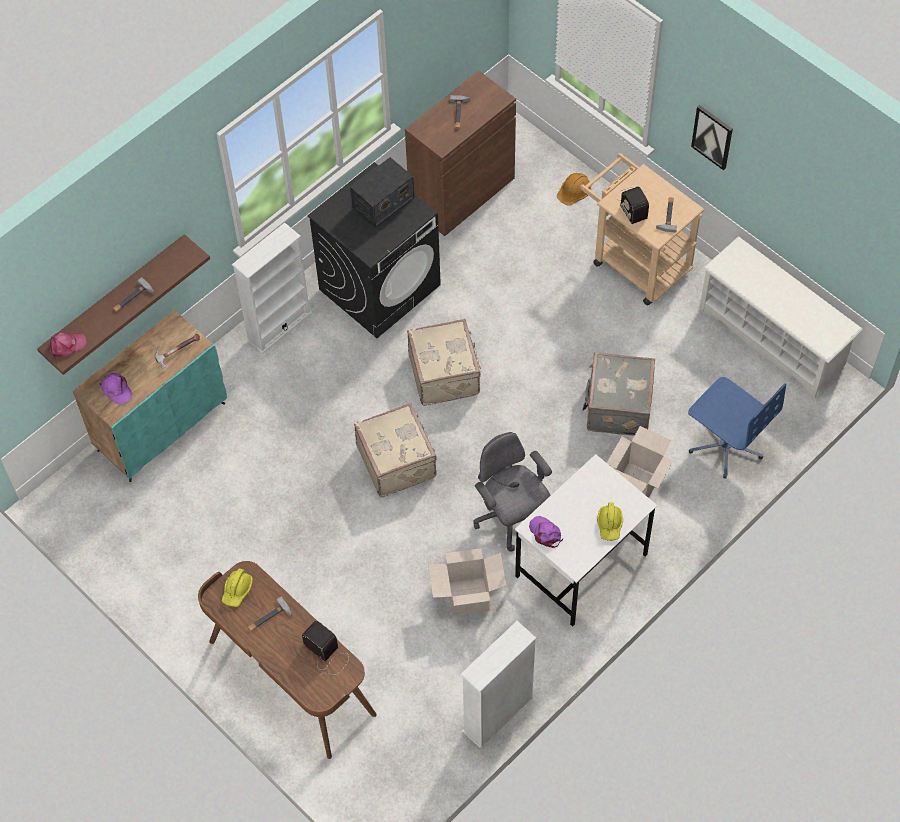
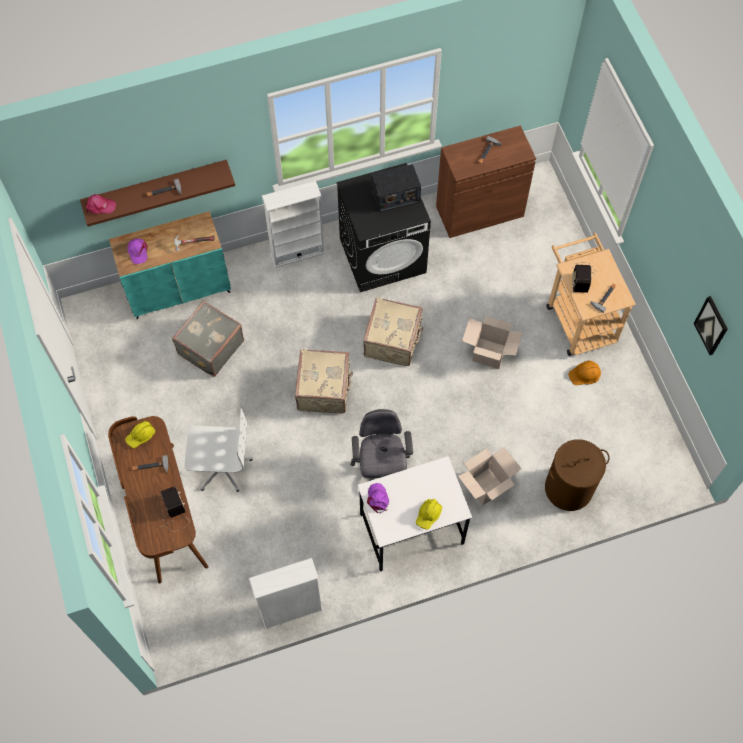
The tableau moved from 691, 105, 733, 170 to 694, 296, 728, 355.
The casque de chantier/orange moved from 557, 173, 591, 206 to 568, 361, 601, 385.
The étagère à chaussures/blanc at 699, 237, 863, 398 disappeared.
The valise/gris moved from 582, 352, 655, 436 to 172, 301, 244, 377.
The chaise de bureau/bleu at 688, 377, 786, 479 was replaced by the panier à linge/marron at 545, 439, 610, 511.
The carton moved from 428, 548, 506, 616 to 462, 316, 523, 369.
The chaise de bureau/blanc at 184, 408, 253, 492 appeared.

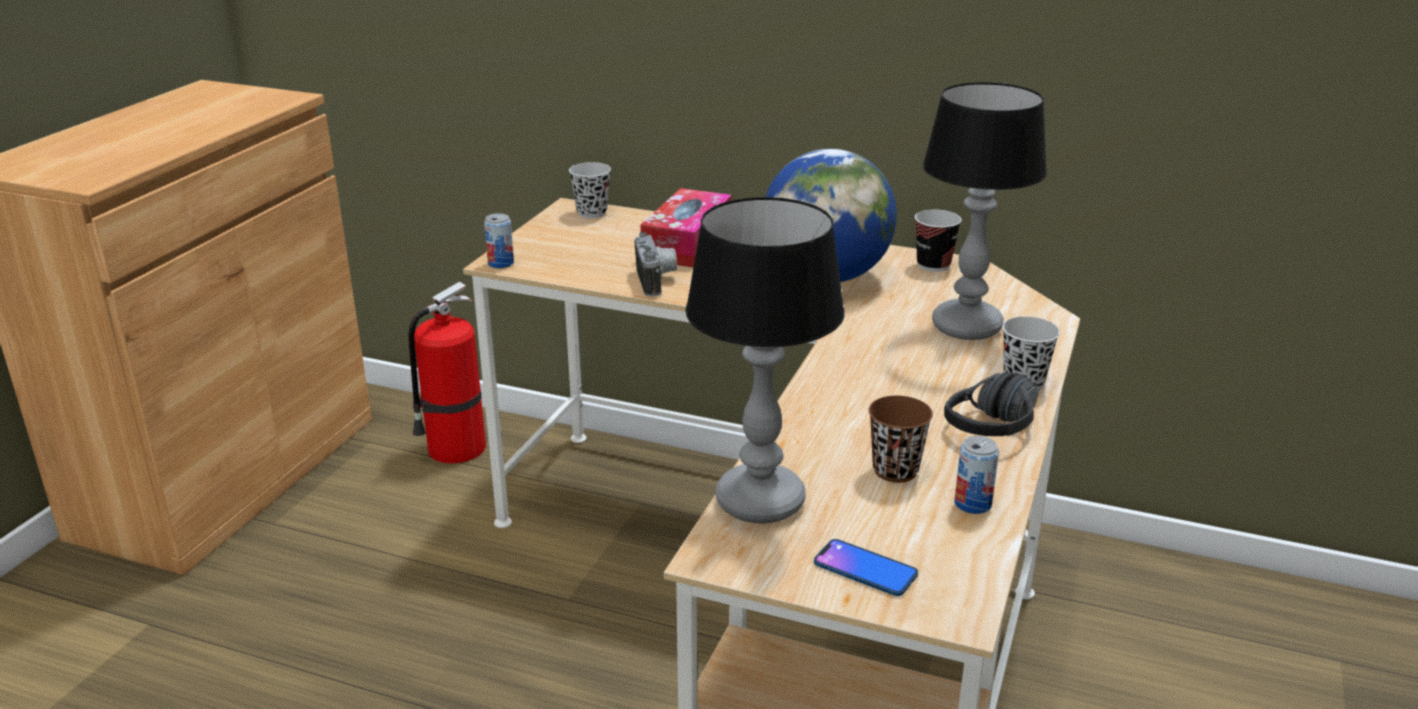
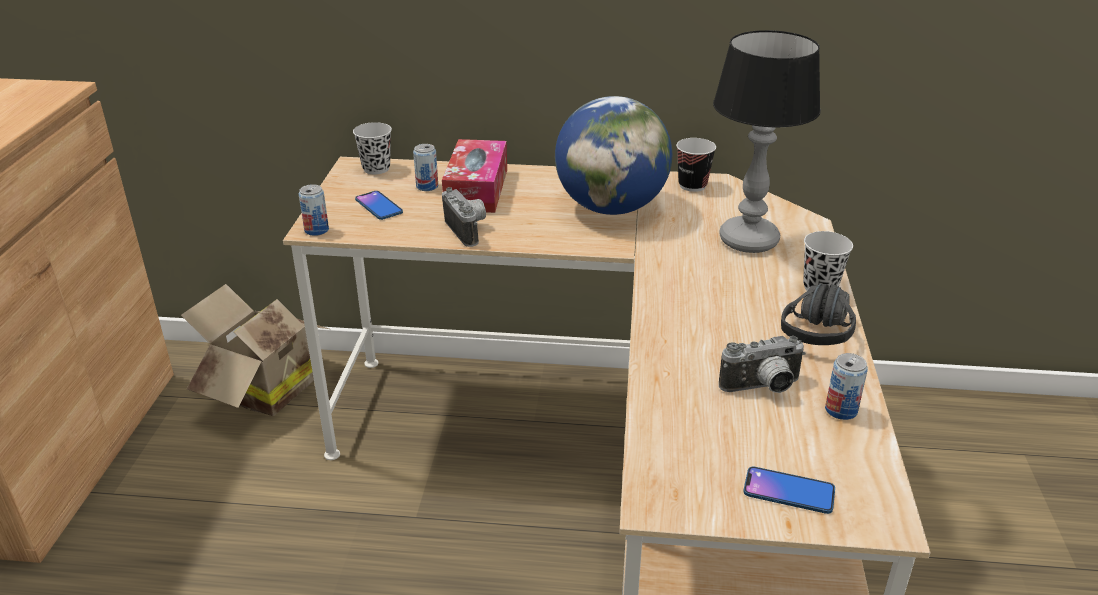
The lampe de table at 685, 197, 845, 524 disappeared.
The extincteur at 408, 282, 486, 464 was replaced by the carton at 181, 284, 329, 416.
The tasse/marron at 869, 396, 933, 483 was replaced by the appareil photo at 719, 336, 806, 393.
The boîte métallique at 413, 144, 438, 191 appeared.
The téléphone at 355, 191, 403, 220 appeared.

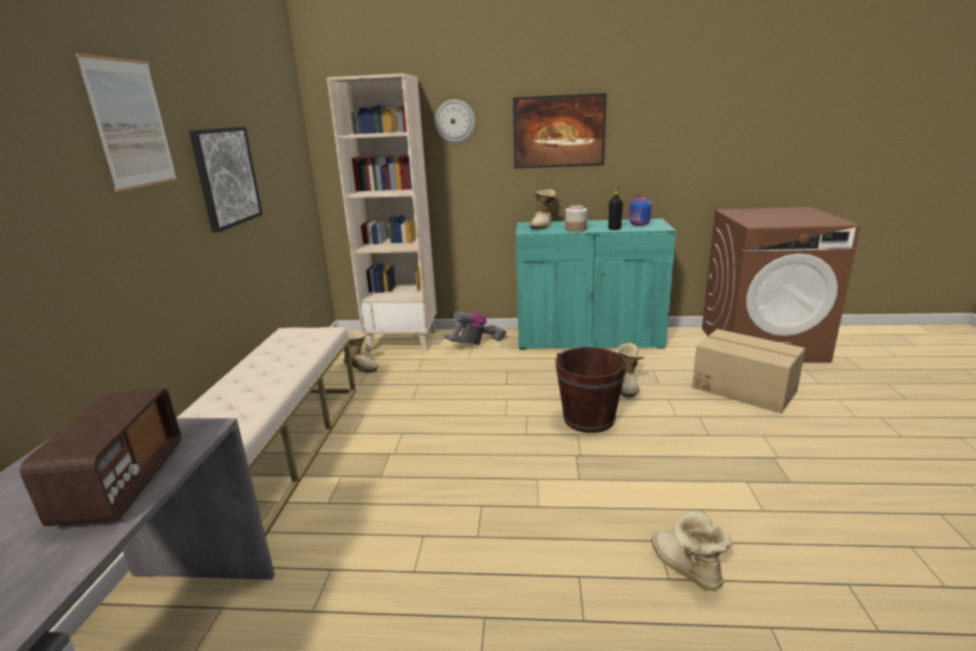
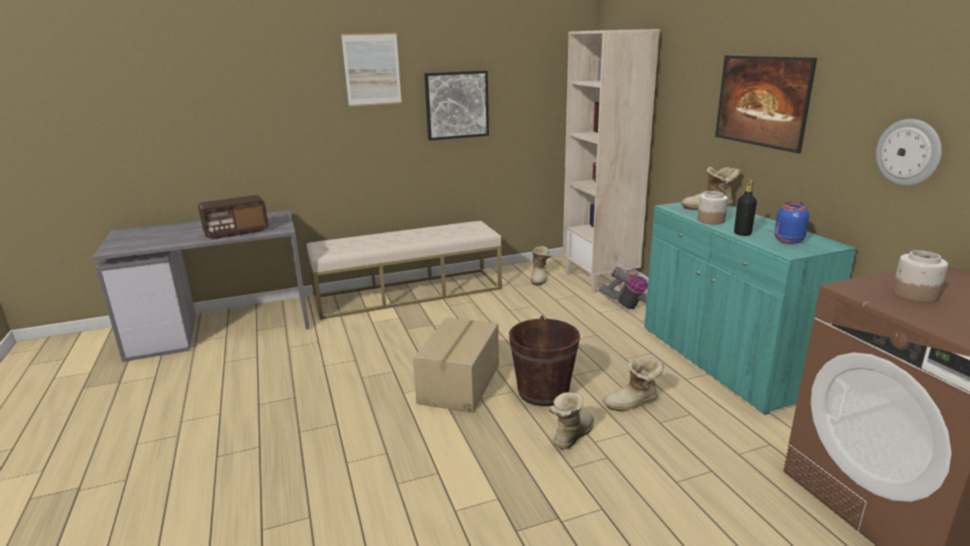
The horloge murale moved from 435, 99, 475, 143 to 876, 119, 942, 186.
The carton moved from 692, 329, 805, 413 to 413, 318, 499, 413.
The botte moved from 651, 512, 732, 590 to 549, 392, 594, 449.
The bocal at 892, 250, 948, 302 appeared.

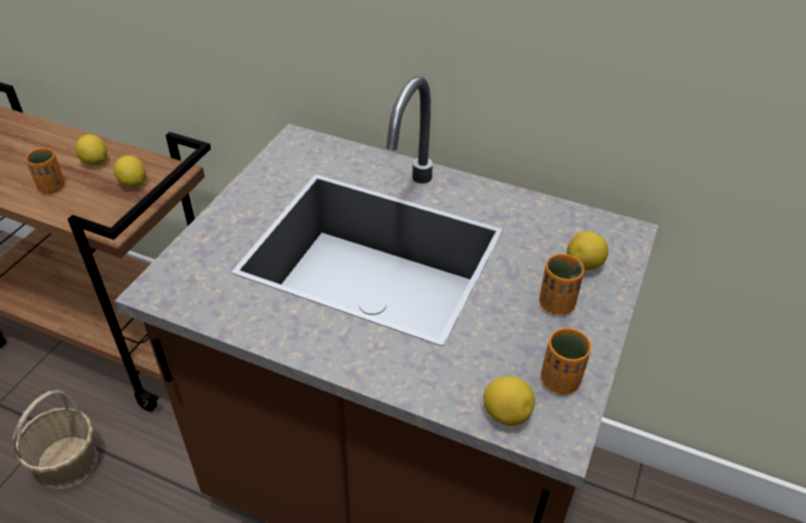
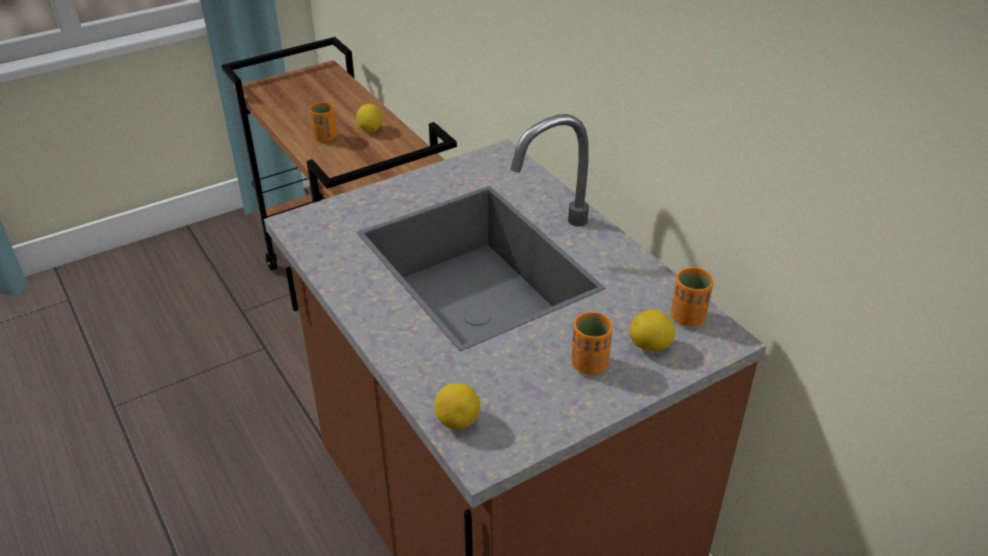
The citron at 114, 155, 146, 188 disappeared.
The tasse/orange moved from 541, 328, 591, 394 to 671, 267, 714, 326.
The panier at 12, 389, 98, 490 disappeared.

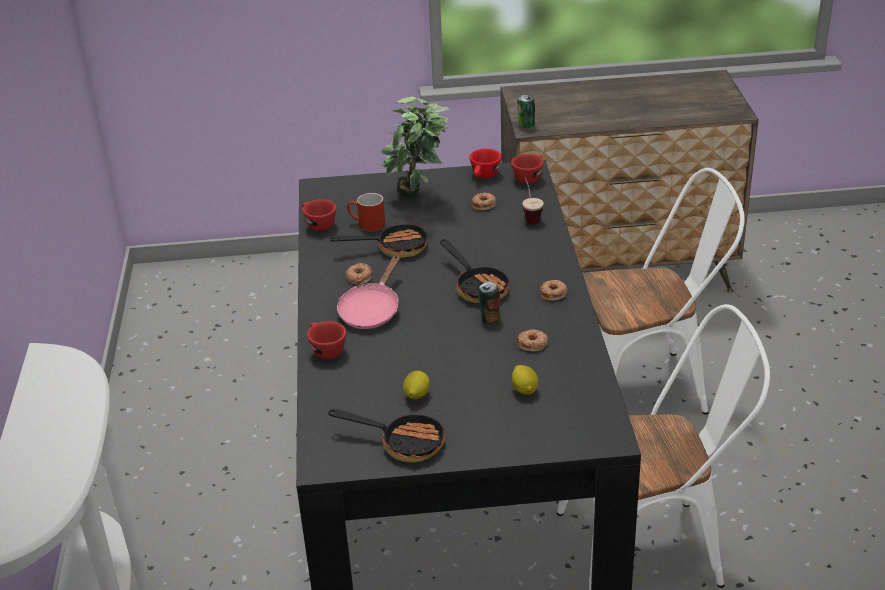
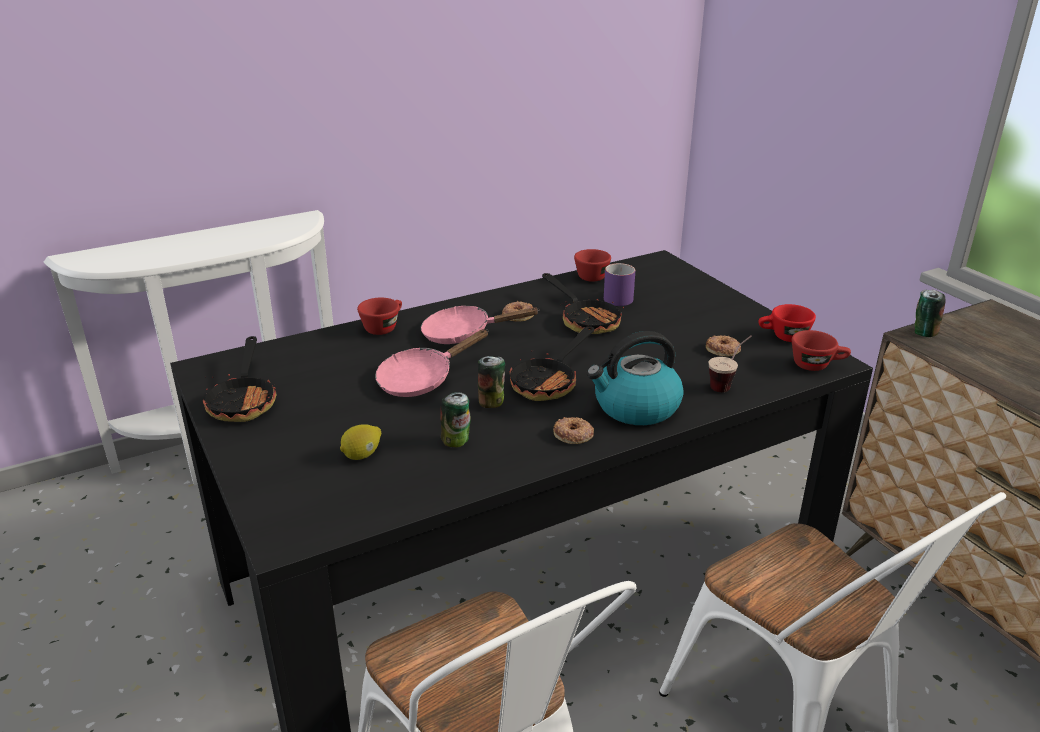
The plante en pot at 381, 97, 450, 198 disappeared.
The mug/rouge at 347, 193, 385, 231 became the mug/violet at 604, 263, 635, 306.
The beignet at 517, 329, 548, 351 was replaced by the boîte métallique at 440, 392, 471, 447.
The citron at 403, 371, 430, 399 disappeared.
The poêle/rose at 375, 329, 489, 397 appeared.
The bouilloire at 587, 331, 684, 425 appeared.

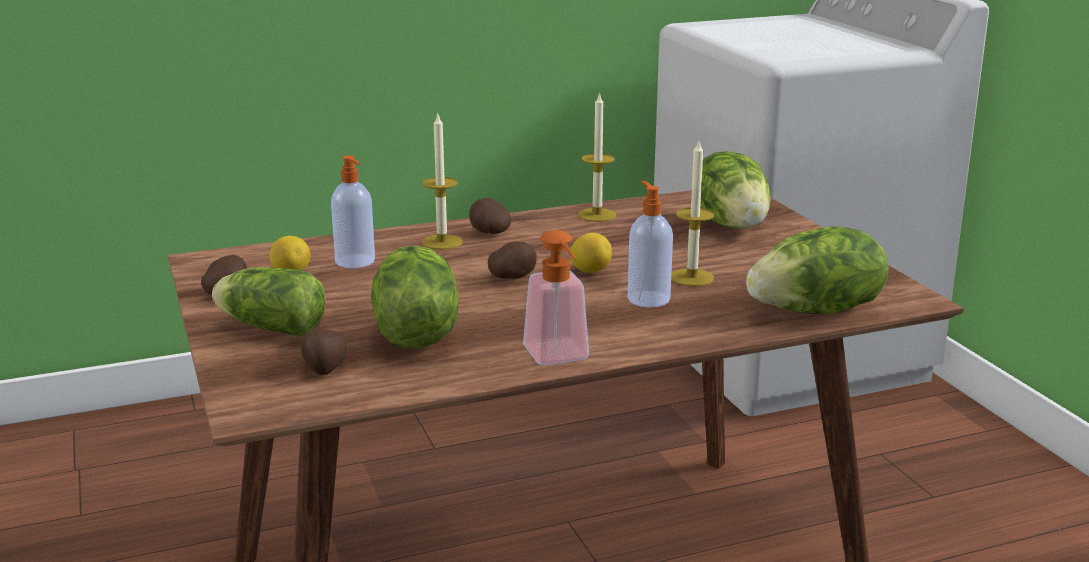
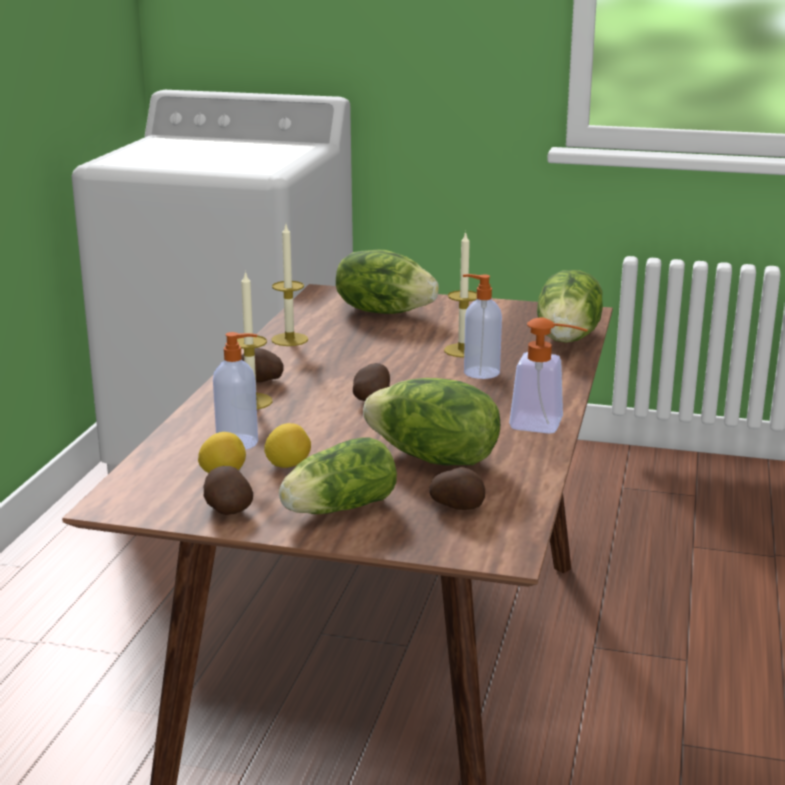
The citron moved from 570, 233, 612, 273 to 264, 423, 311, 468.

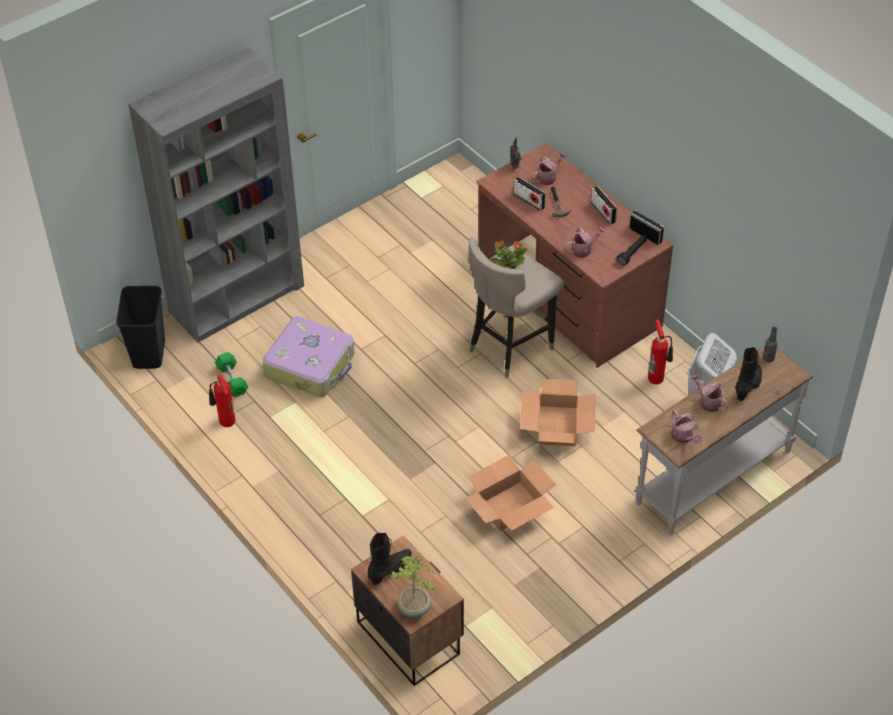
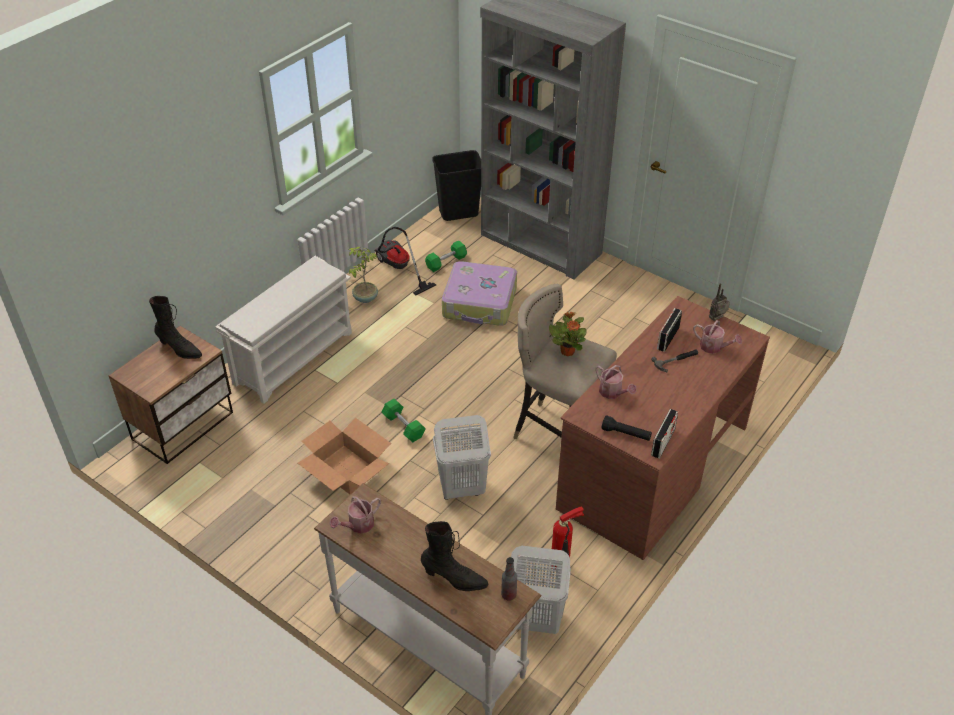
The radio at 591, 186, 617, 225 disappeared.
The arrosoir at 690, 374, 729, 412 disappeared.
The extincteur at 209, 375, 236, 427 was replaced by the aspirateur at 374, 227, 436, 296.
The carton at 520, 379, 596, 446 was replaced by the panier à linge/blanc at 433, 415, 491, 500.
The plante en pot moved from 390, 554, 435, 617 to 348, 247, 378, 303.
The étagère à chaussures/blanc at 215, 256, 352, 404 appeared.
The haltère/vert at 381, 399, 426, 442 appeared.

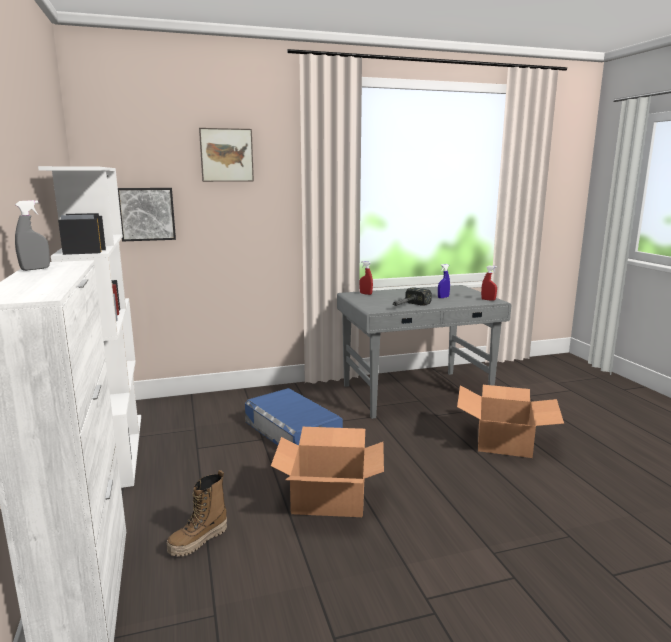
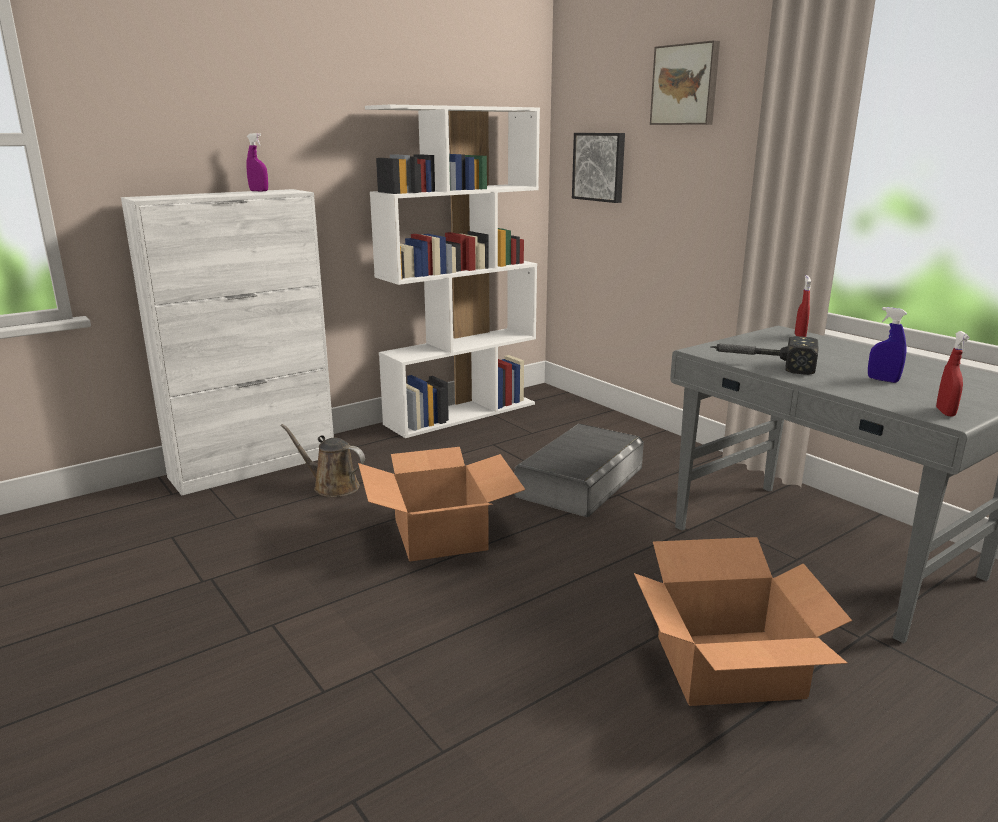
The vaporisateur/gris at 15, 200, 50, 271 became the vaporisateur/violet at 246, 133, 268, 192.
The boîte de rangement/bleu at 245, 388, 343, 446 became the boîte de rangement/gris at 514, 424, 644, 517.
The botte at 167, 470, 227, 557 was replaced by the arrosoir/marron at 280, 424, 365, 497.

